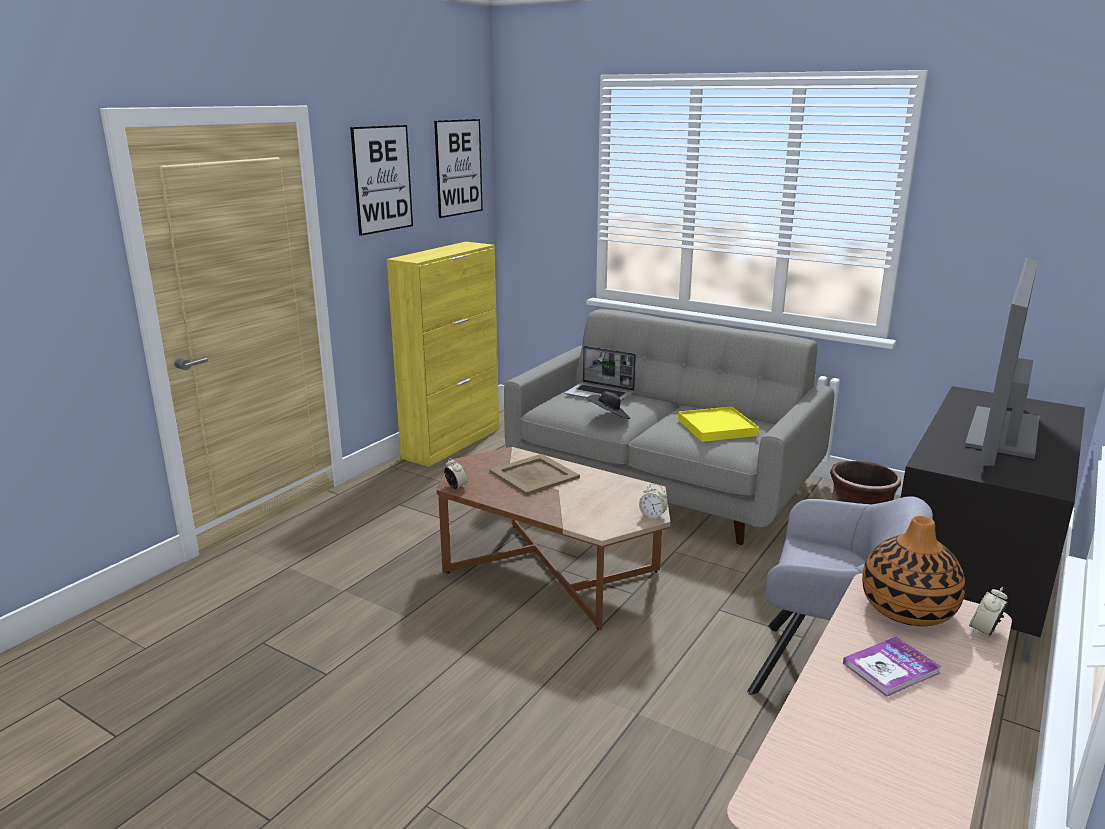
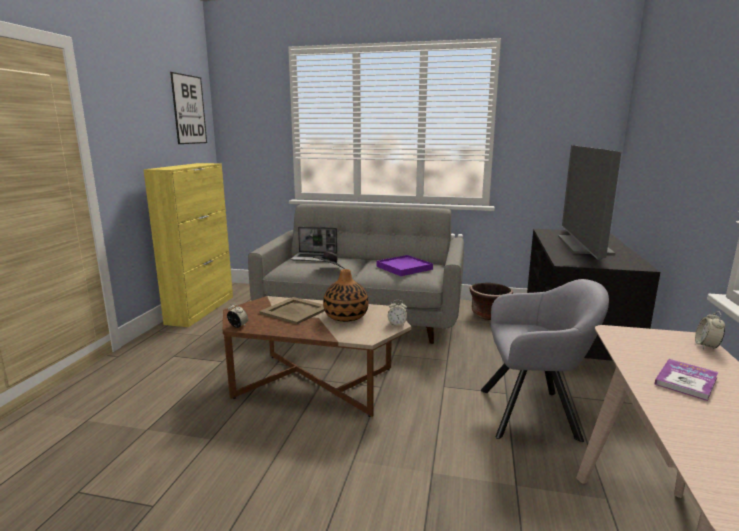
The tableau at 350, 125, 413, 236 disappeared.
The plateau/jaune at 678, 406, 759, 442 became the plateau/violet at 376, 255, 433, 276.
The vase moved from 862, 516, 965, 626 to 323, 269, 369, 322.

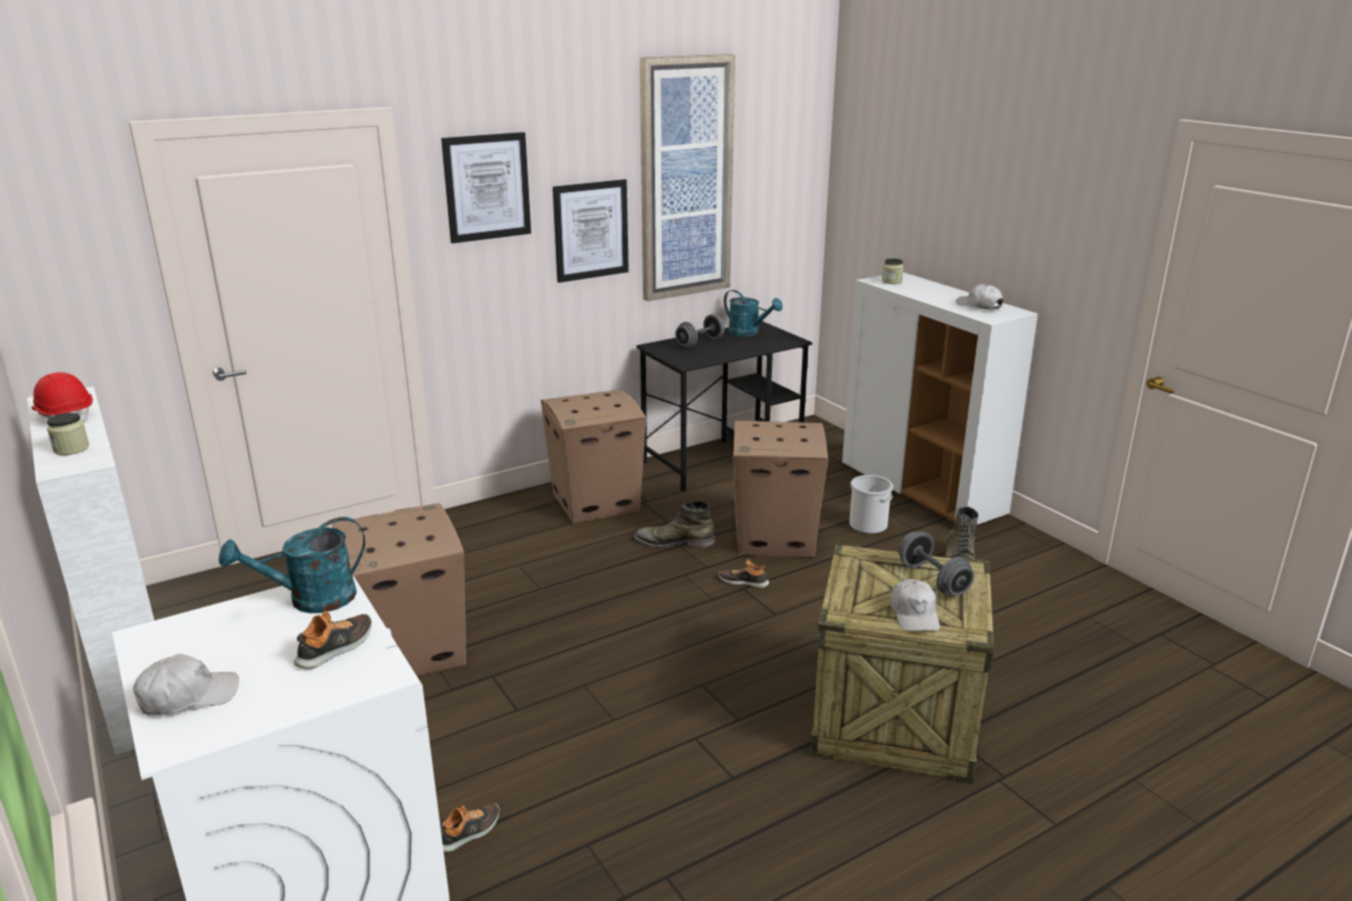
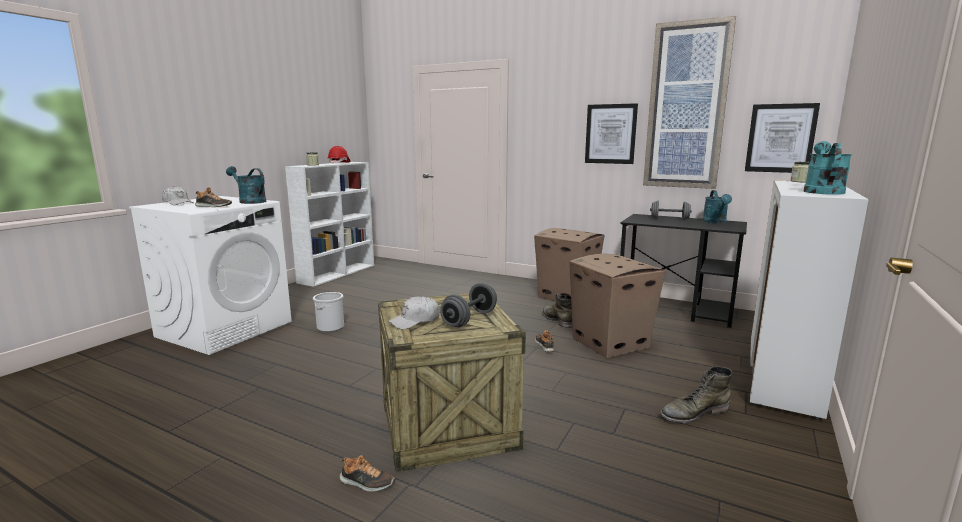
The tableau moved from 441, 132, 531, 243 to 745, 103, 820, 173.
The casquette/blanc at 956, 284, 1003, 310 was replaced by the arrosoir/turquoise at 804, 141, 852, 195.
The seau moved from 849, 475, 893, 534 to 313, 292, 344, 332.
The carton at 332, 503, 466, 676 disappeared.
The chaussure moved from 440, 803, 500, 852 to 340, 455, 395, 492.

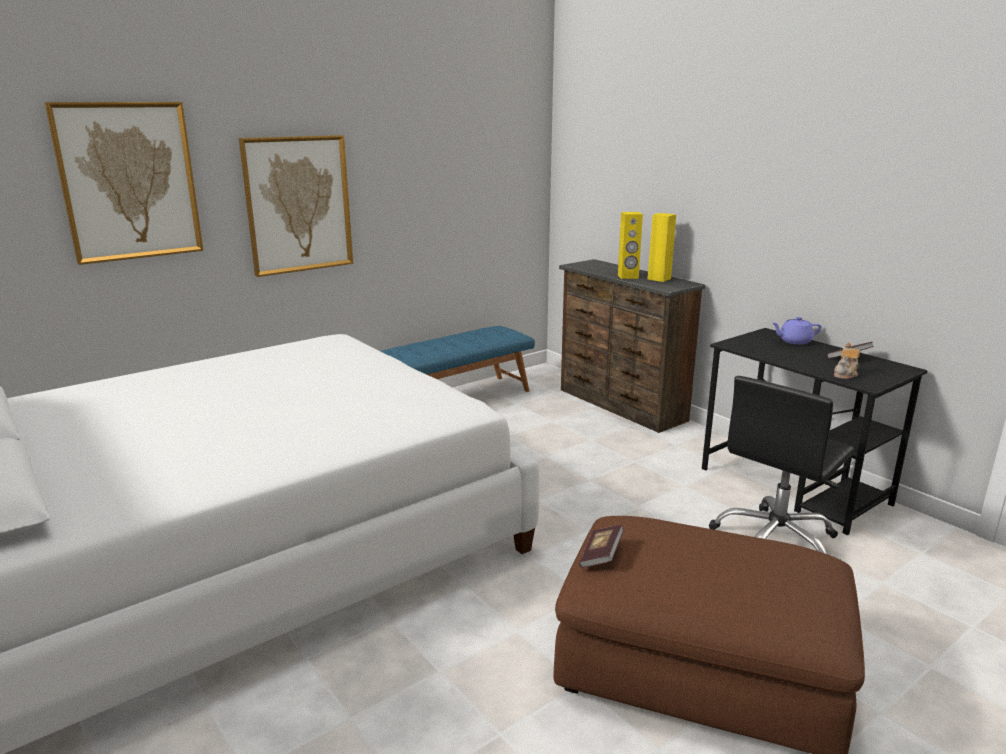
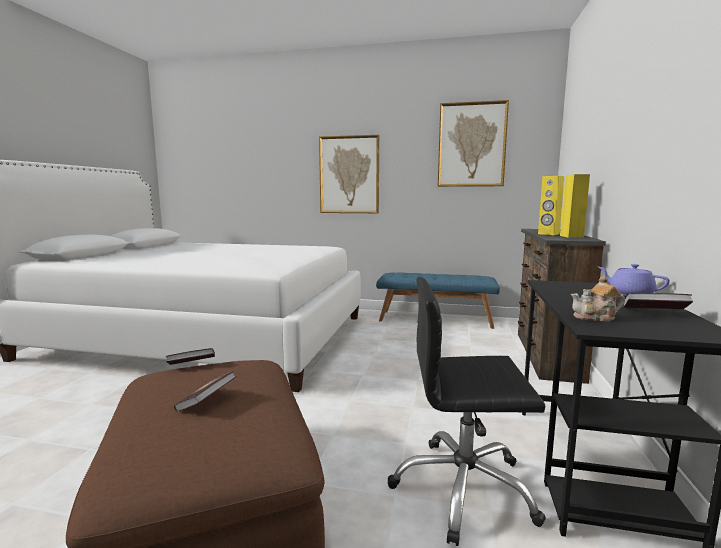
The tableau moved from 45, 102, 204, 265 to 438, 100, 509, 187.
The livre at 174, 371, 236, 412 appeared.

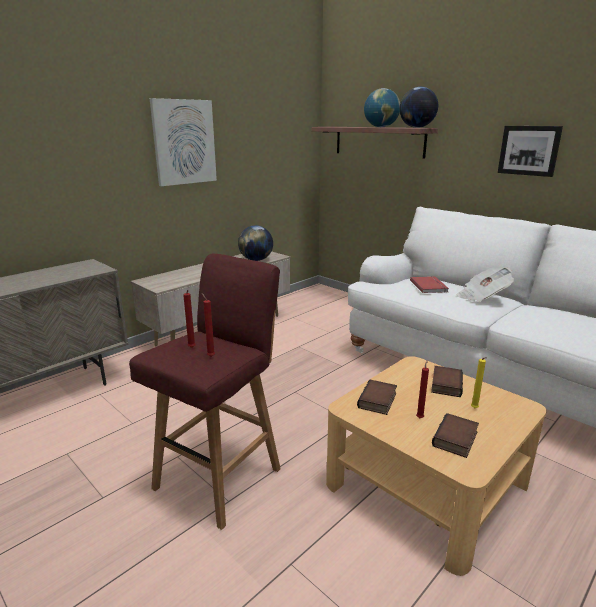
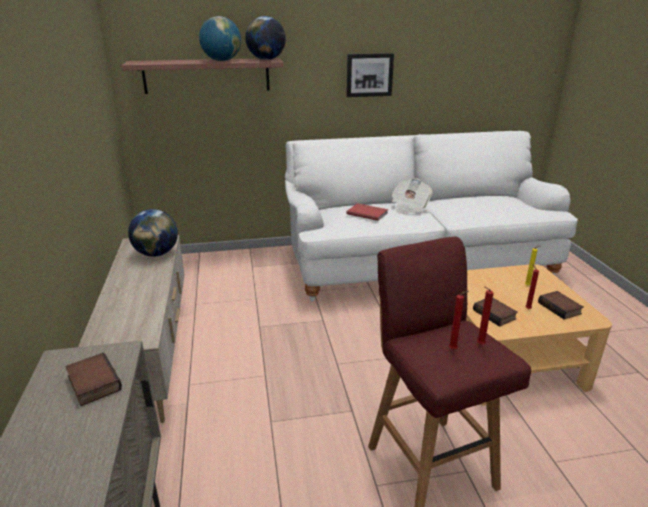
The tableau at 150, 98, 217, 186 disappeared.
The livre moved from 431, 366, 463, 397 to 65, 352, 122, 406.

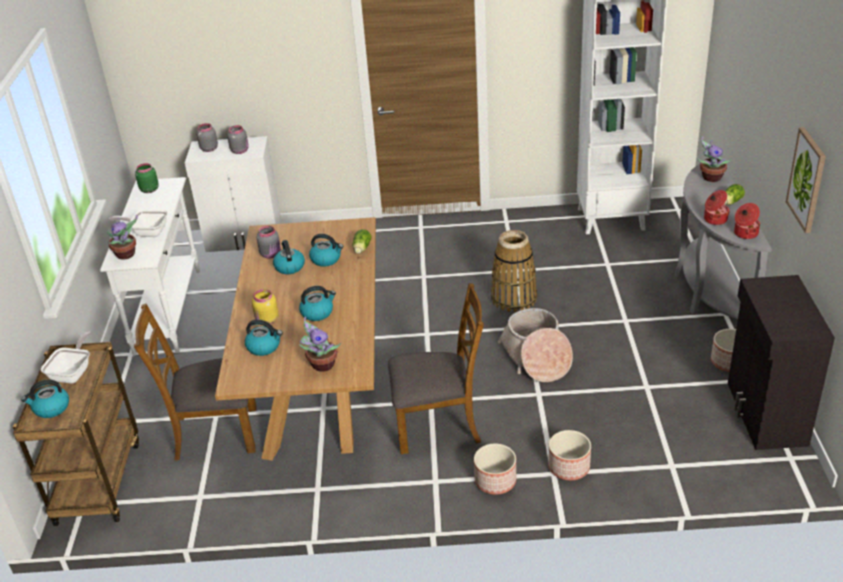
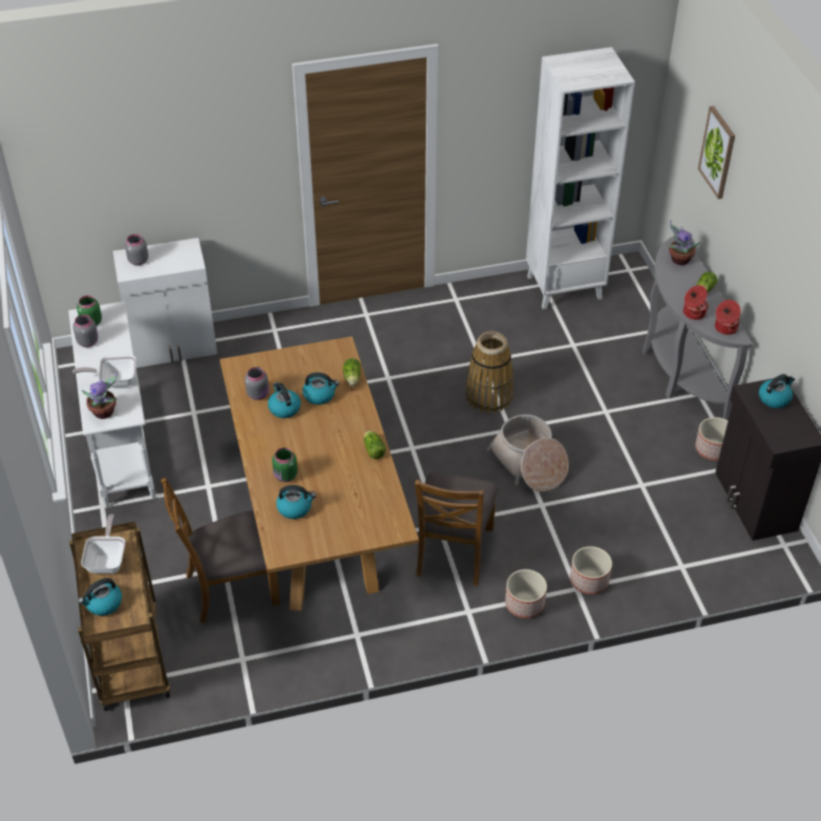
The bocal/gris moved from 227, 125, 248, 154 to 73, 315, 98, 347.
The tableau moved from 786, 127, 826, 233 to 698, 106, 735, 199.
The chaise/marron at 388, 283, 484, 454 turned 120 degrees clockwise.
The bouilloire moved from 299, 286, 336, 321 to 759, 374, 795, 408.
The bocal/jaune at 252, 289, 278, 324 became the bocal/vert at 272, 448, 298, 482.
The plante en pot at 299, 316, 341, 371 disappeared.
The laitue at 364, 430, 386, 459 appeared.

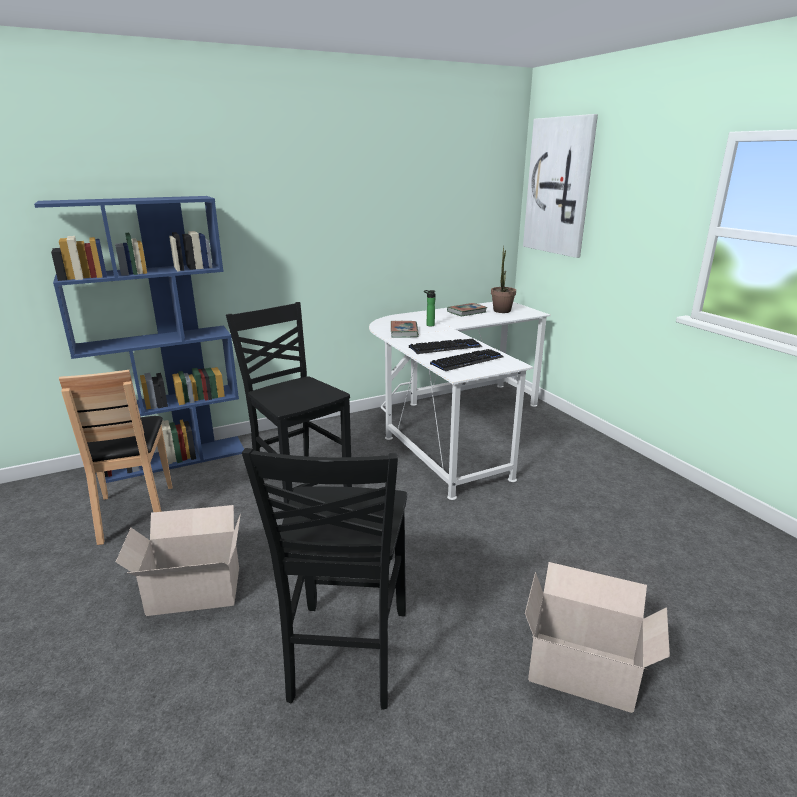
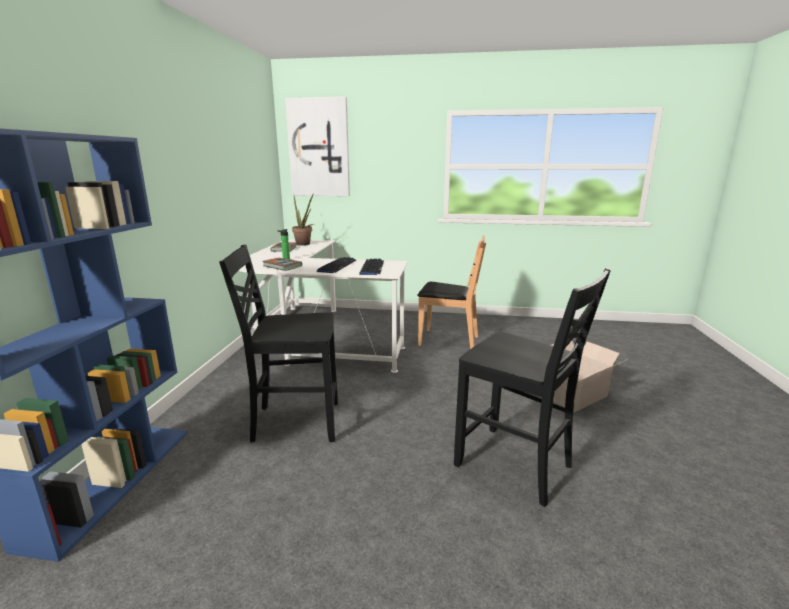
The chaise/marron moved from 59, 370, 172, 545 to 417, 236, 486, 349.
The carton at 116, 505, 241, 616 disappeared.

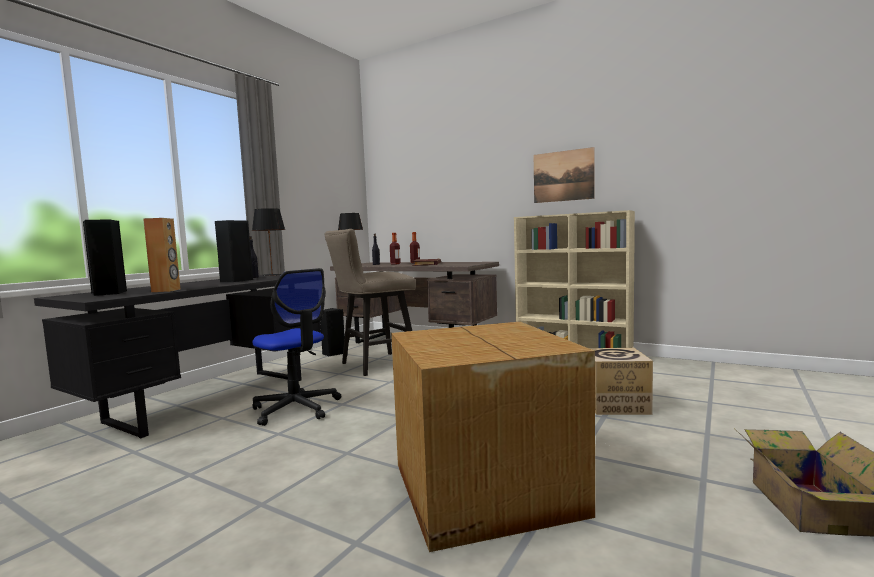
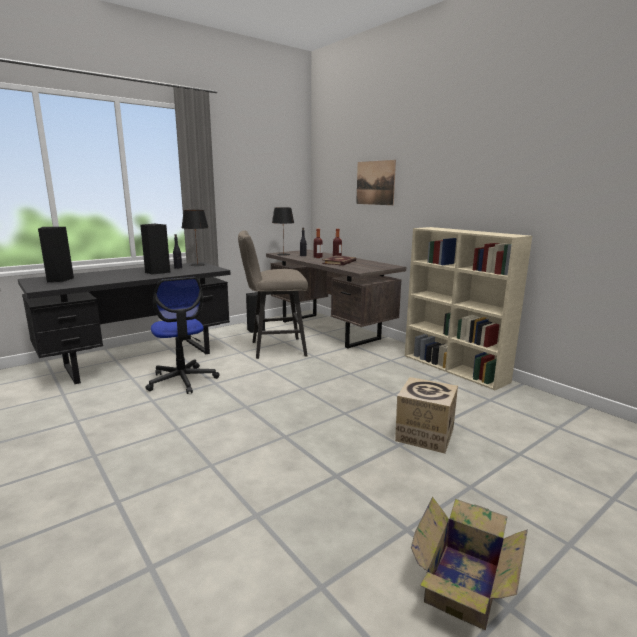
The tableau moved from 534, 147, 595, 203 to 356, 160, 396, 205.
The enceinte/marron at 143, 218, 180, 292 disappeared.
The carton at 391, 322, 595, 552 disappeared.

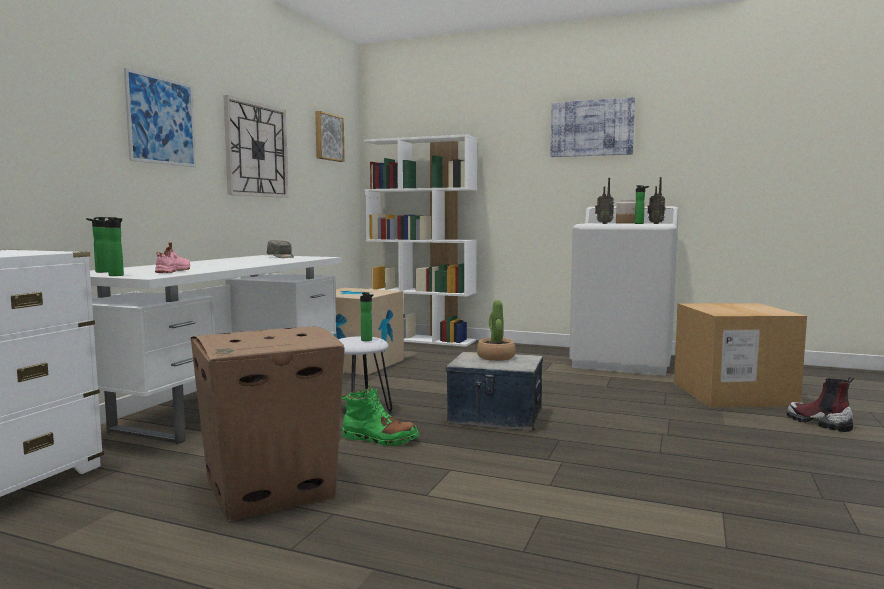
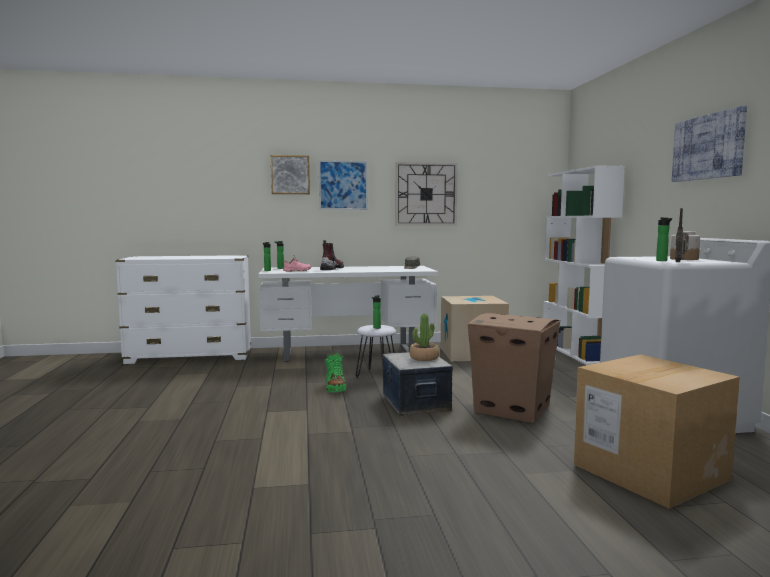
The tableau moved from 315, 111, 345, 162 to 271, 155, 310, 194.
The radio at 595, 178, 614, 224 disappeared.
The carton moved from 191, 327, 345, 521 to 468, 313, 560, 423.
The botte moved from 787, 377, 854, 432 to 320, 240, 344, 270.

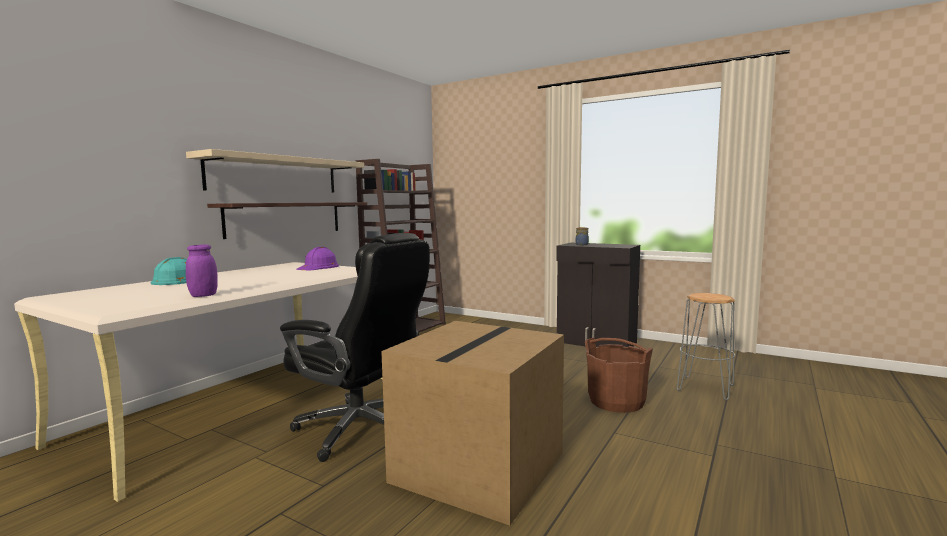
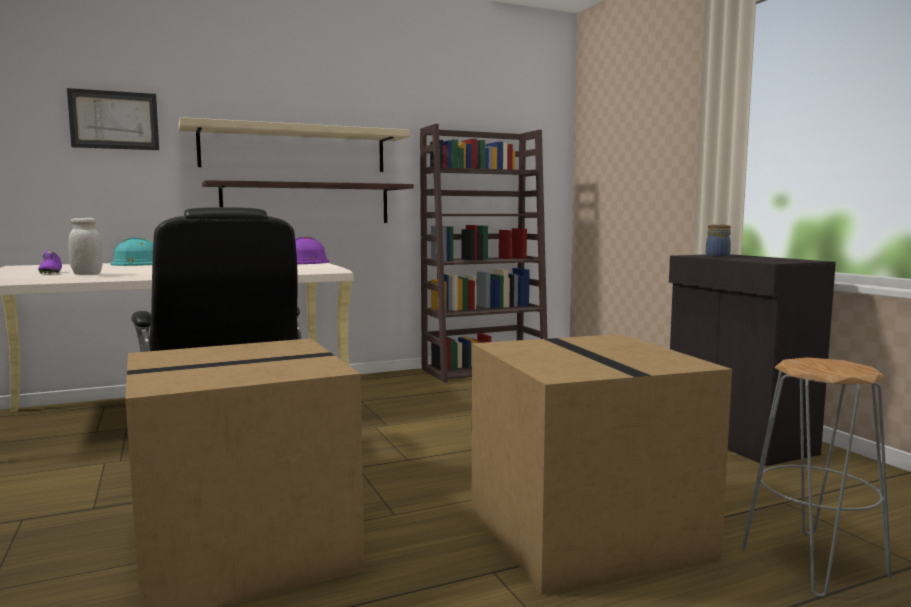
The bocal/violet at 186, 244, 218, 297 became the bocal/blanc at 68, 218, 103, 275.
The seau/marron at 585, 338, 653, 413 was replaced by the carton at 472, 334, 732, 595.
The tableau at 67, 88, 159, 150 appeared.
The chaussure/violet at 38, 250, 62, 274 appeared.

